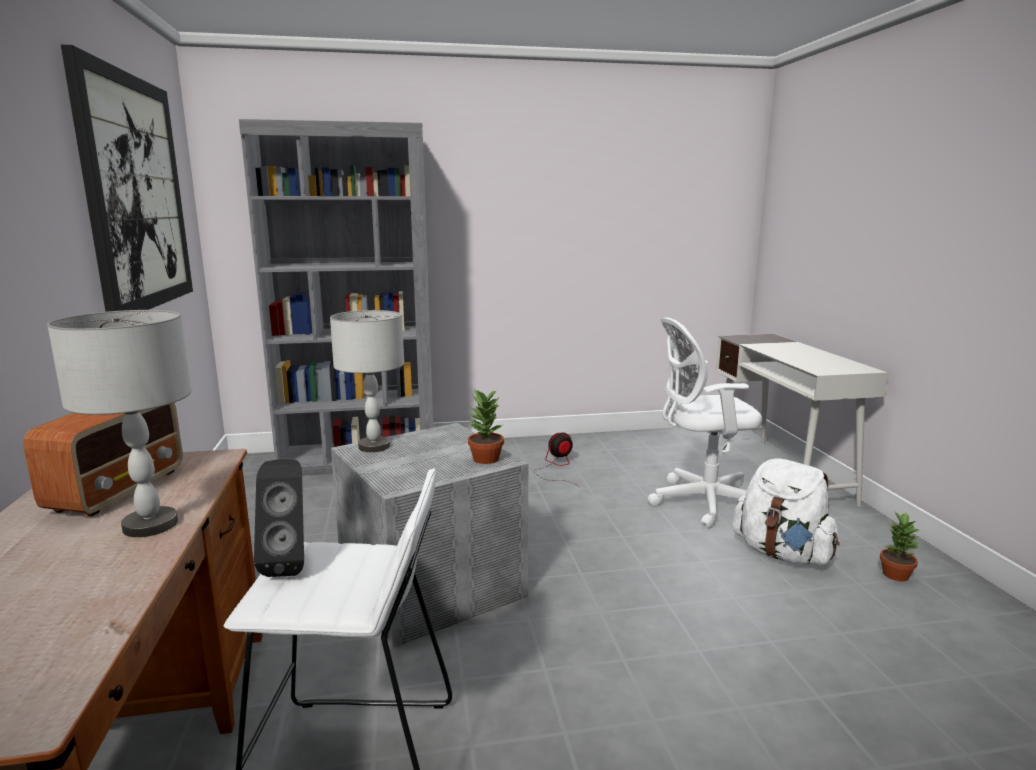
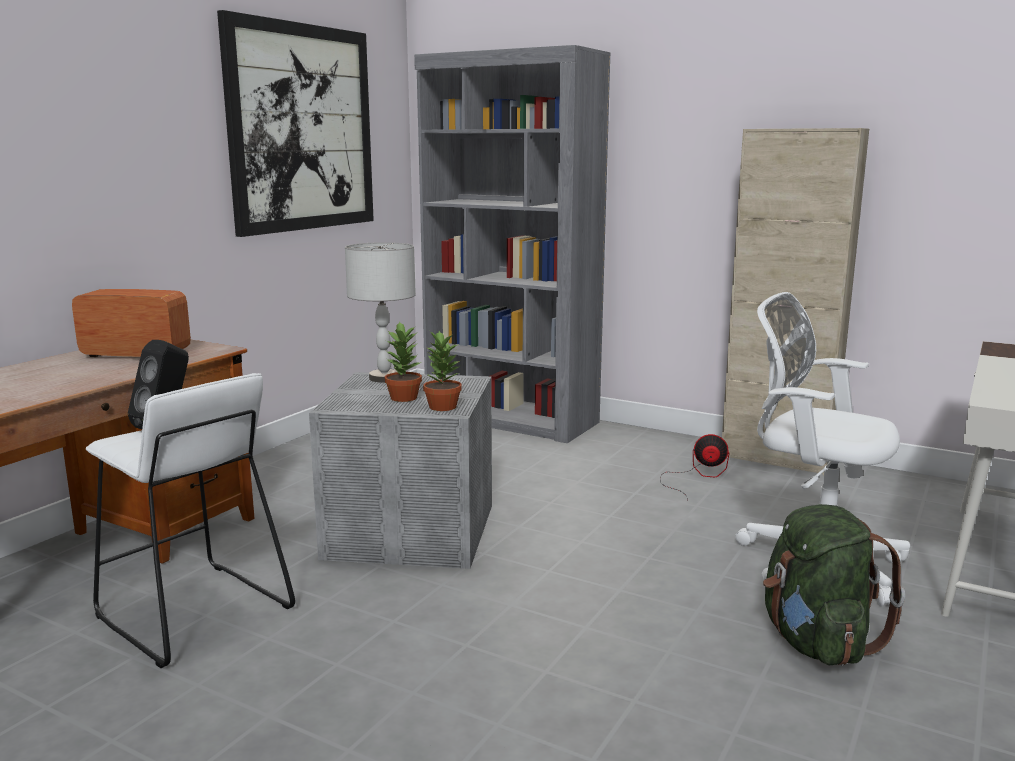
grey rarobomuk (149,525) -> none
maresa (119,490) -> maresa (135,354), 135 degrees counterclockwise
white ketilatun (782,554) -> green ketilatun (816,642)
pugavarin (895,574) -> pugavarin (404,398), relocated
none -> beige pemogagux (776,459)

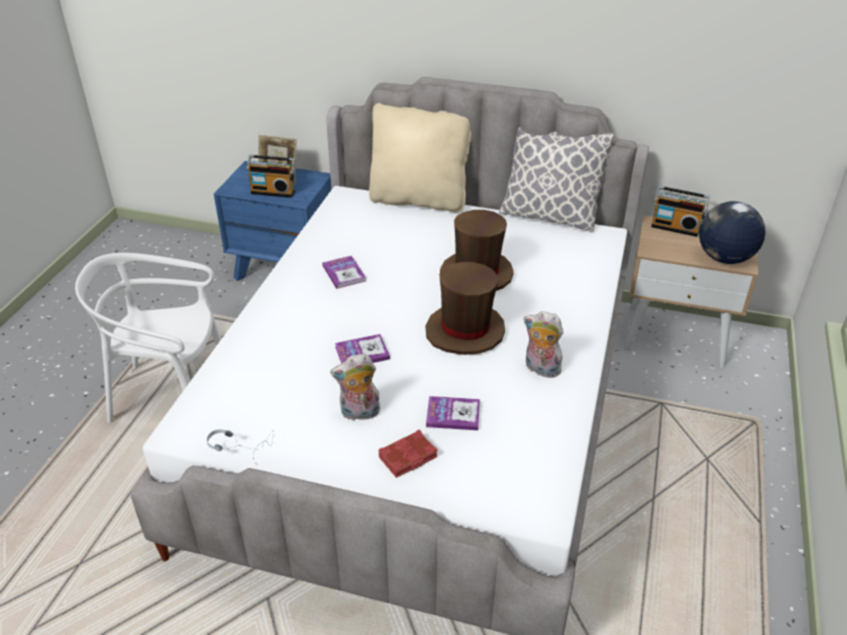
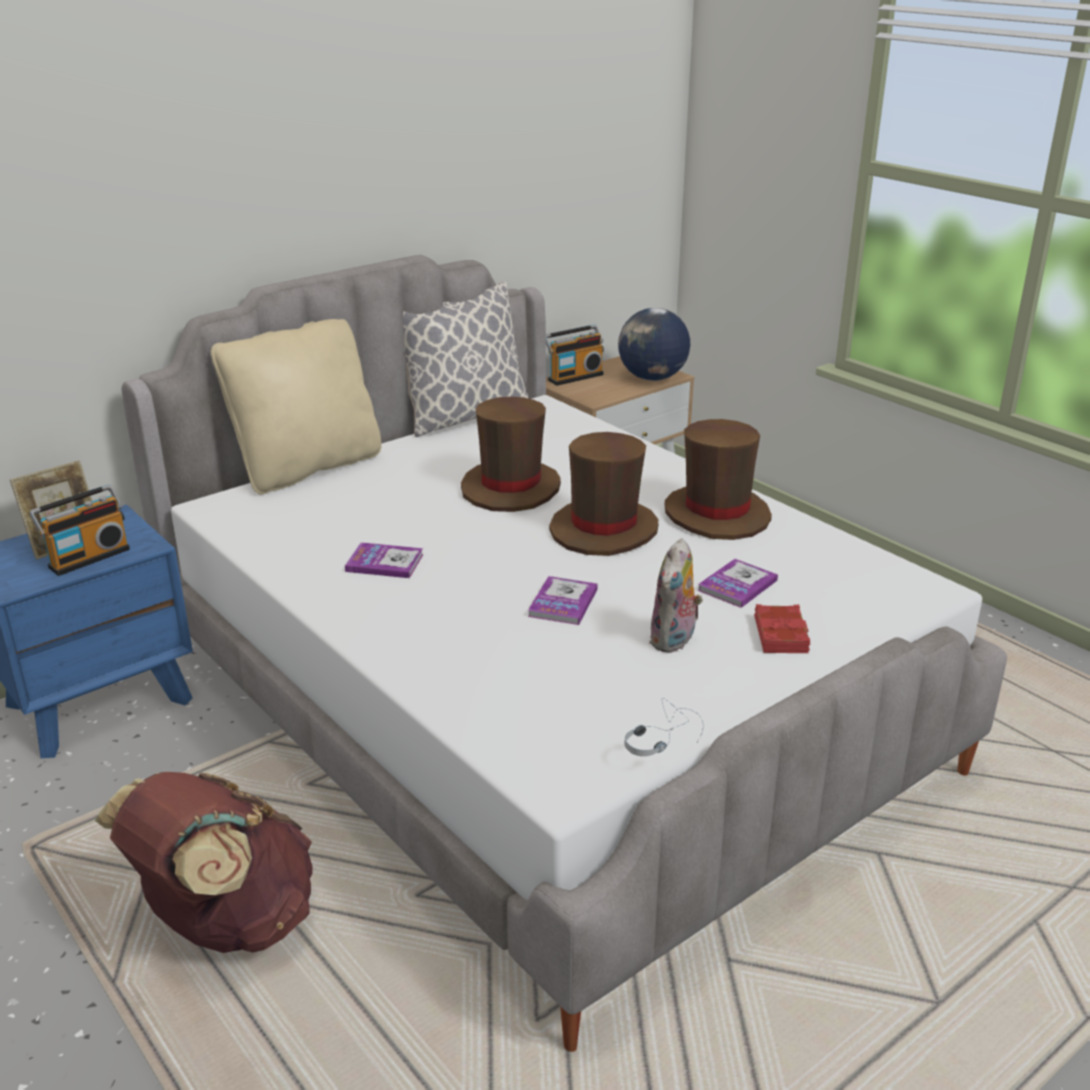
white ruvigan (172,395) -> brown ketilatun (226,923)
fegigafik (540,369) -> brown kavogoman (717,515)

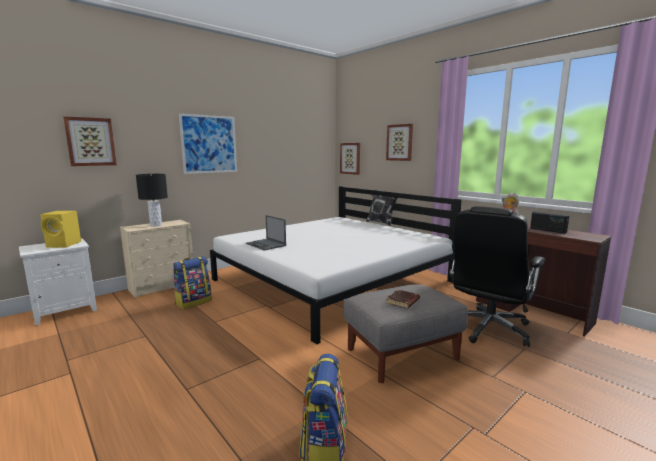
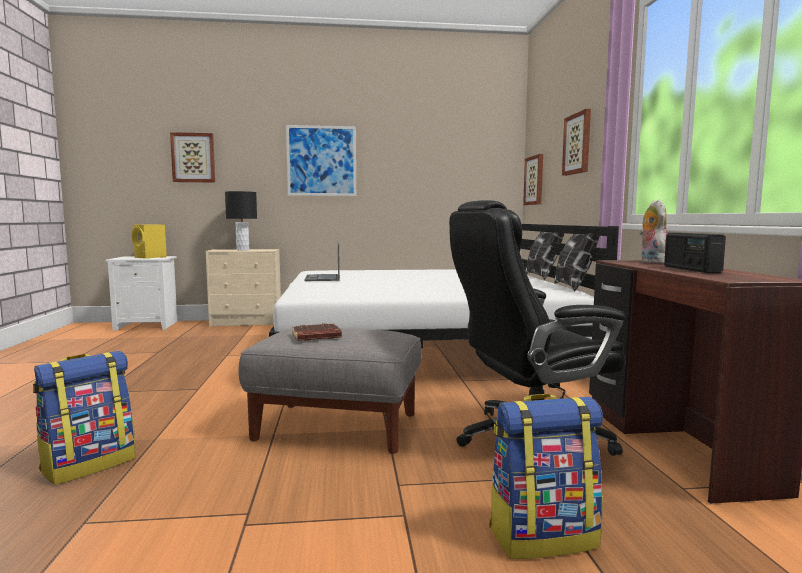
ketilatun (193,302) -> ketilatun (543,536), relocated
none -> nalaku (573,287)

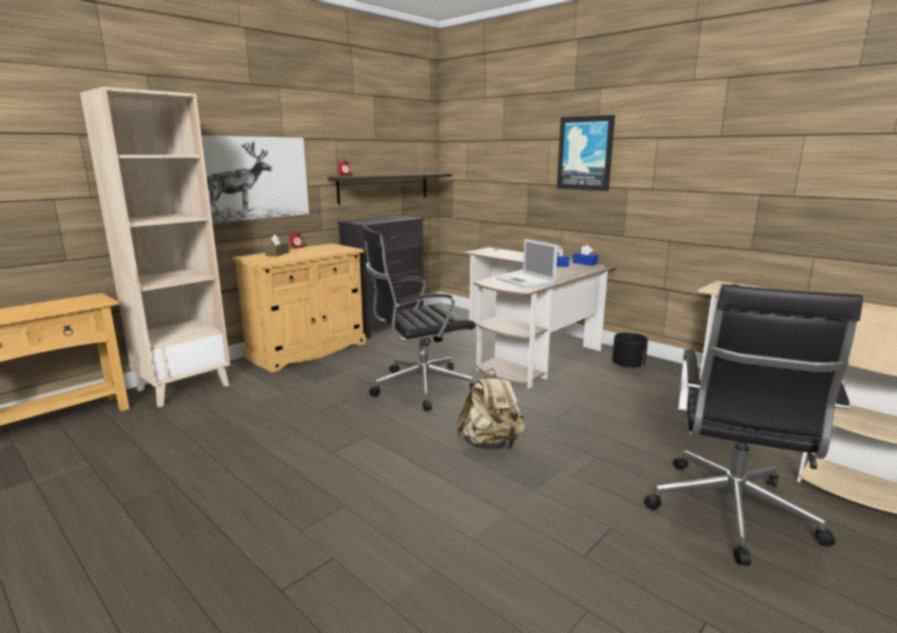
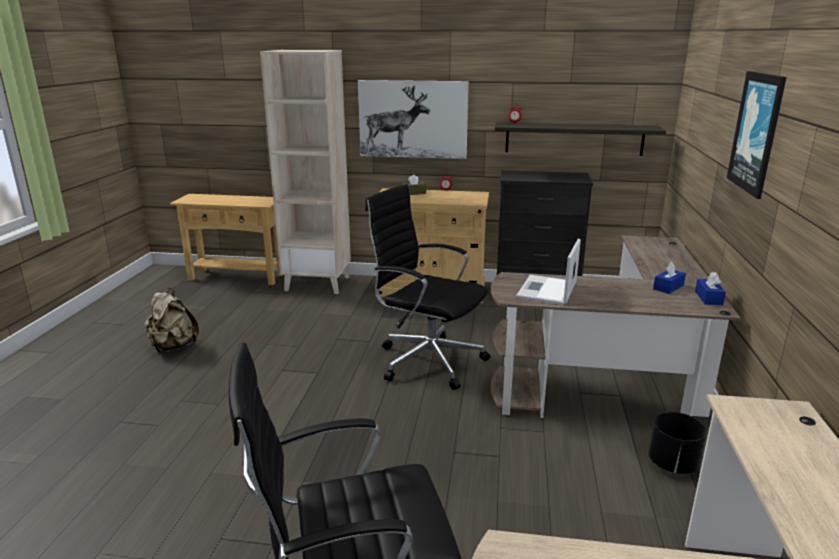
beige ketilatun (491,444) -> beige ketilatun (173,347), relocated

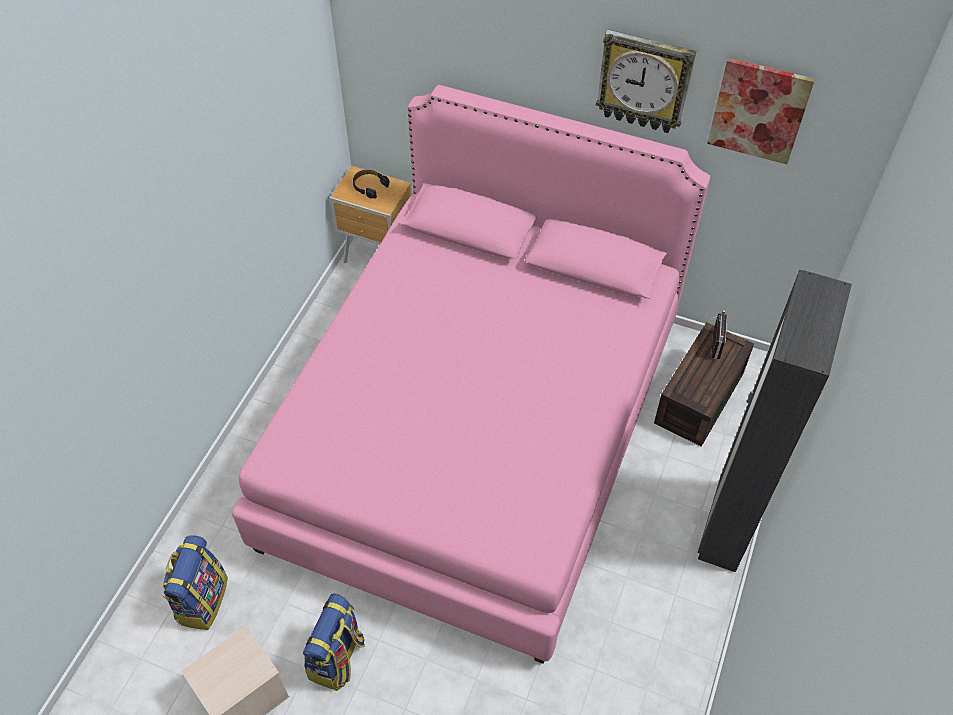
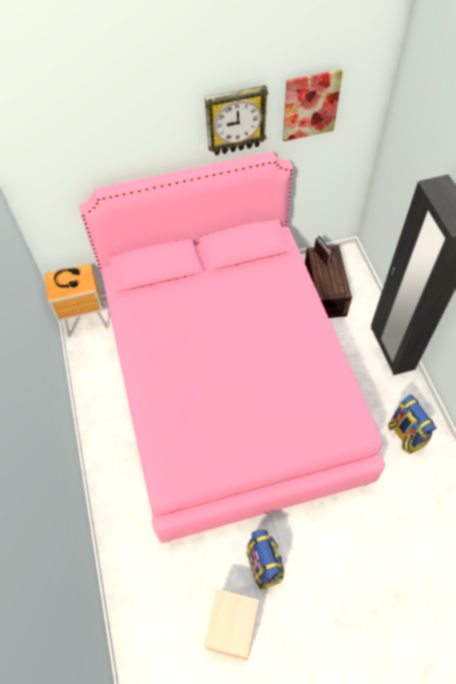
ketilatun (201,599) -> ketilatun (405,435), relocated

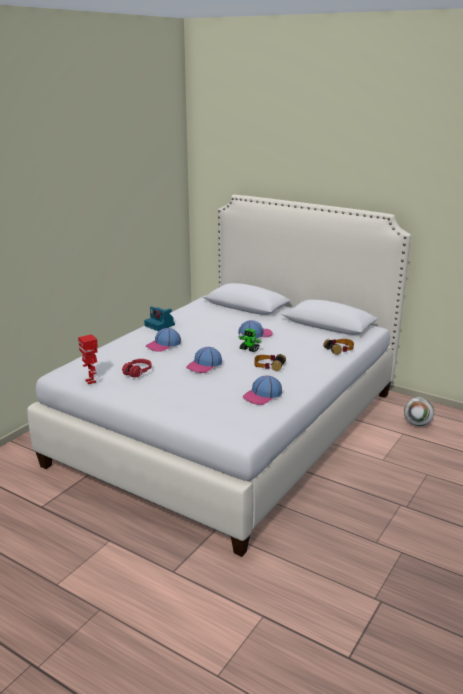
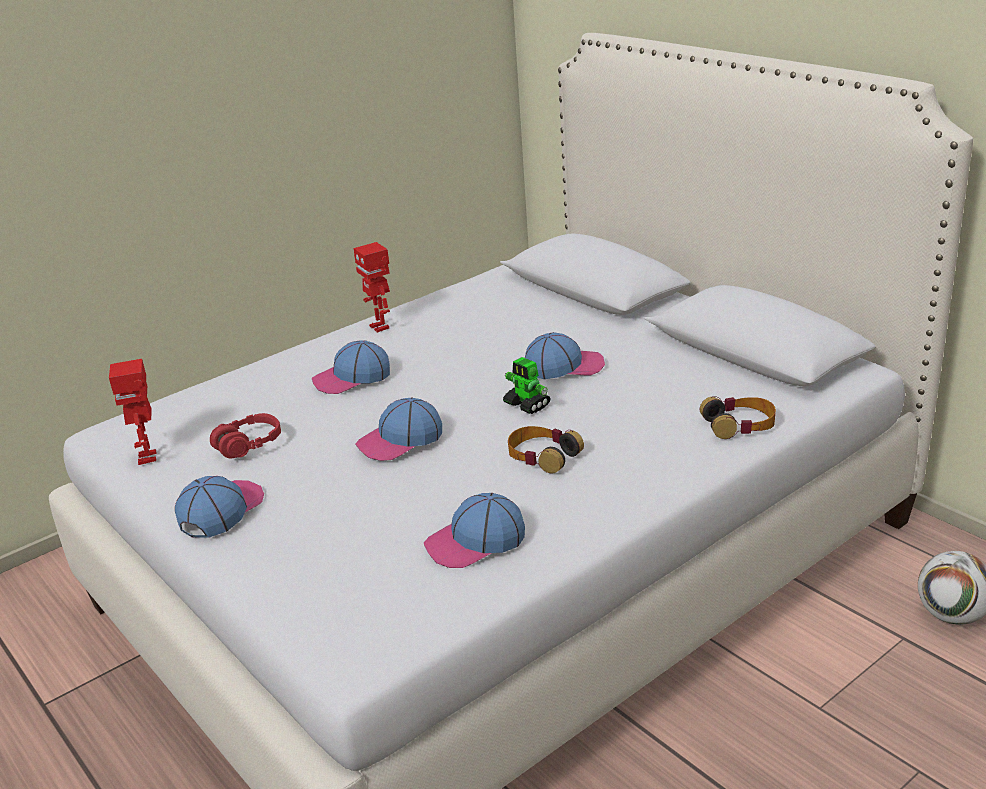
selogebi (160,325) -> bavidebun (380,327)
none -> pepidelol (221,510)

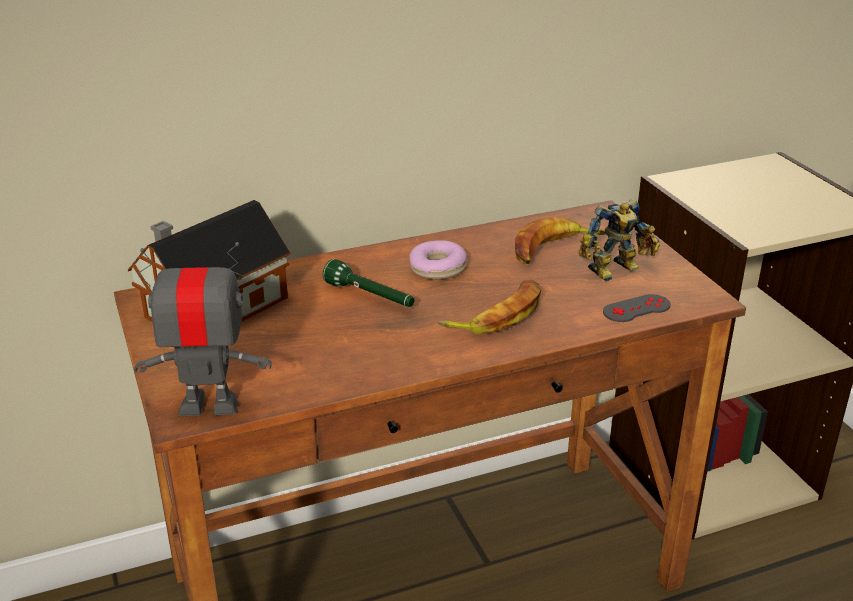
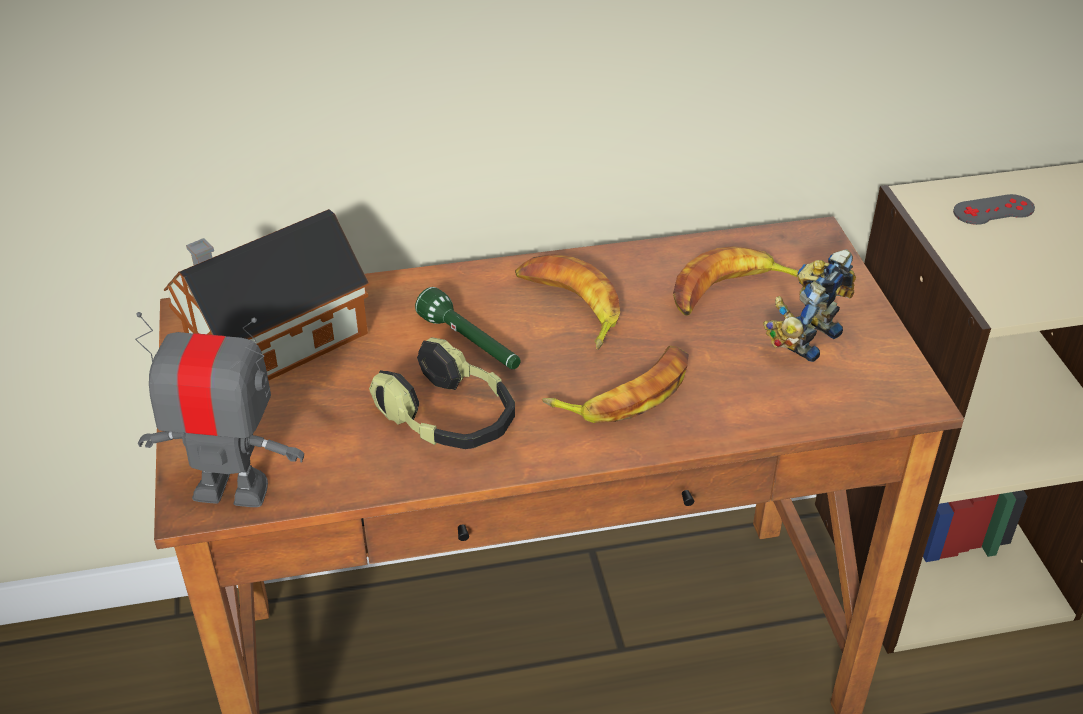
bavidebun (617,271) -> bavidebun (805,337), 150 degrees clockwise
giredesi (437,268) -> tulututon (568,307)
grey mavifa (636,309) -> grey mavifa (993,210), relocated
none -> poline (449,419)

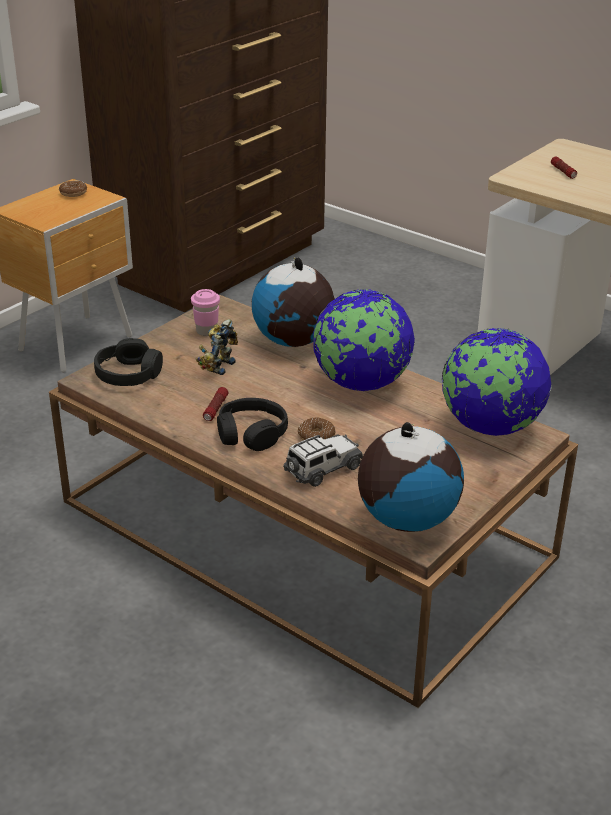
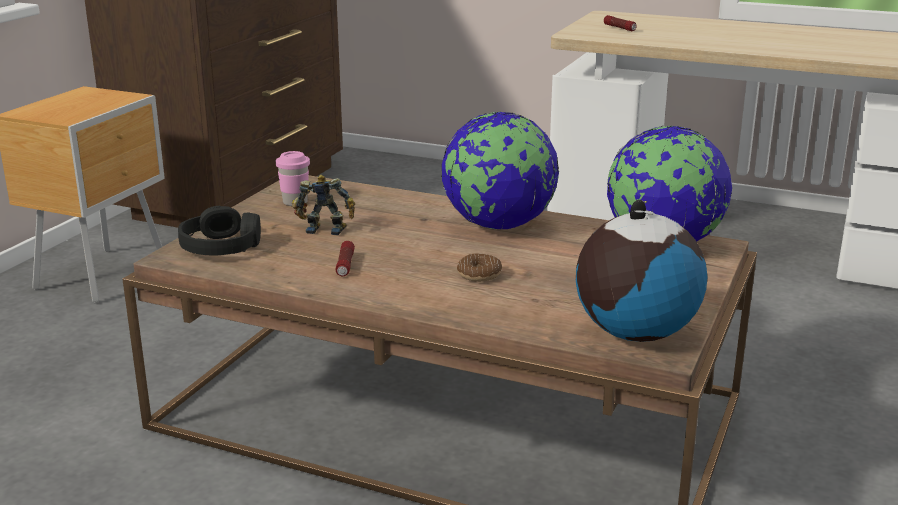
giredesi (73,193) -> none
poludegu (293,341) -> none
bavidebun (218,366) -> bavidebun (325,229), 90 degrees clockwise
black poline (251,433) -> none
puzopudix (322,469) -> none

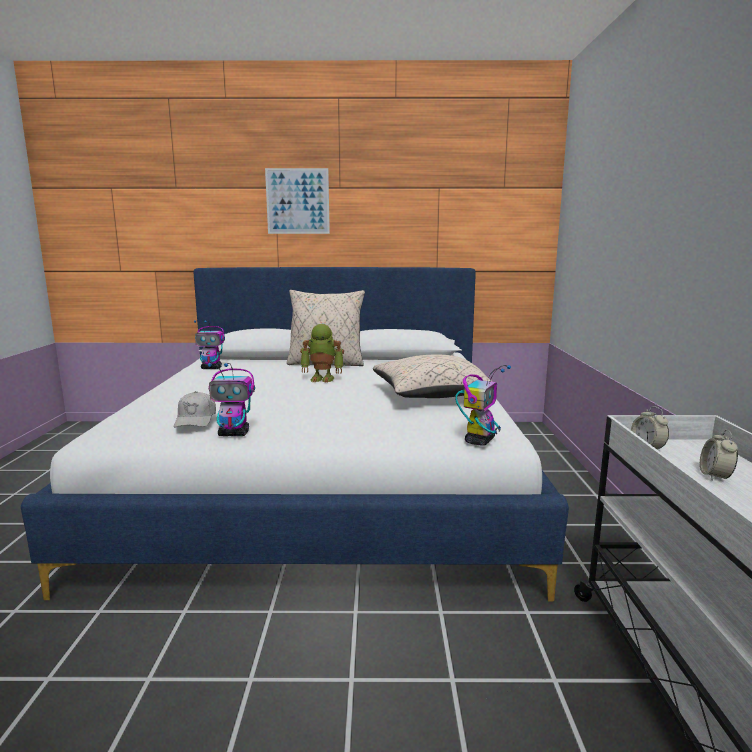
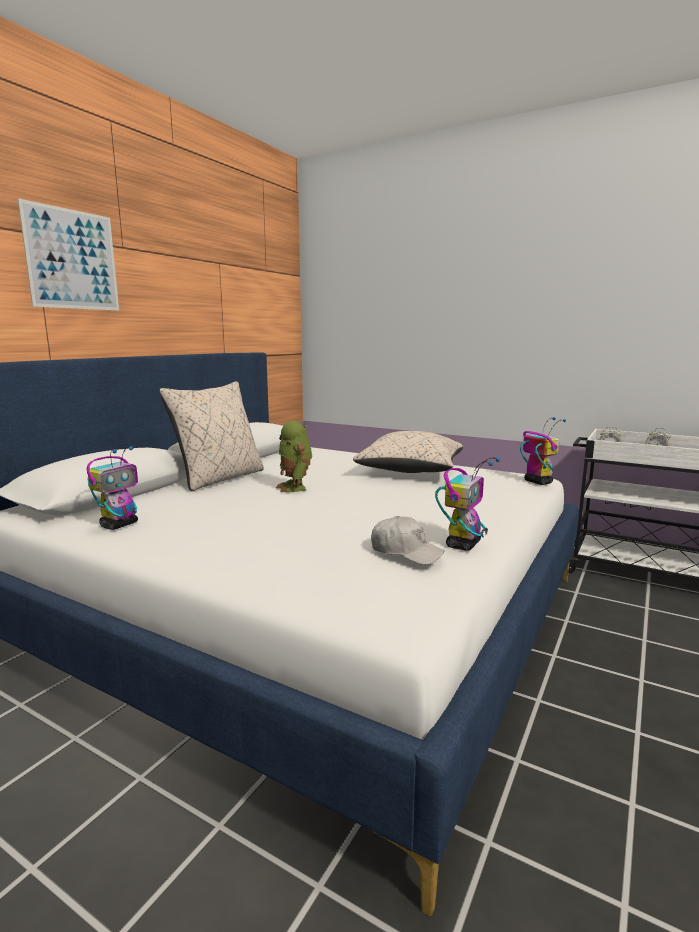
bavidebun (323,378) -> bavidebun (295,487), 120 degrees clockwise

